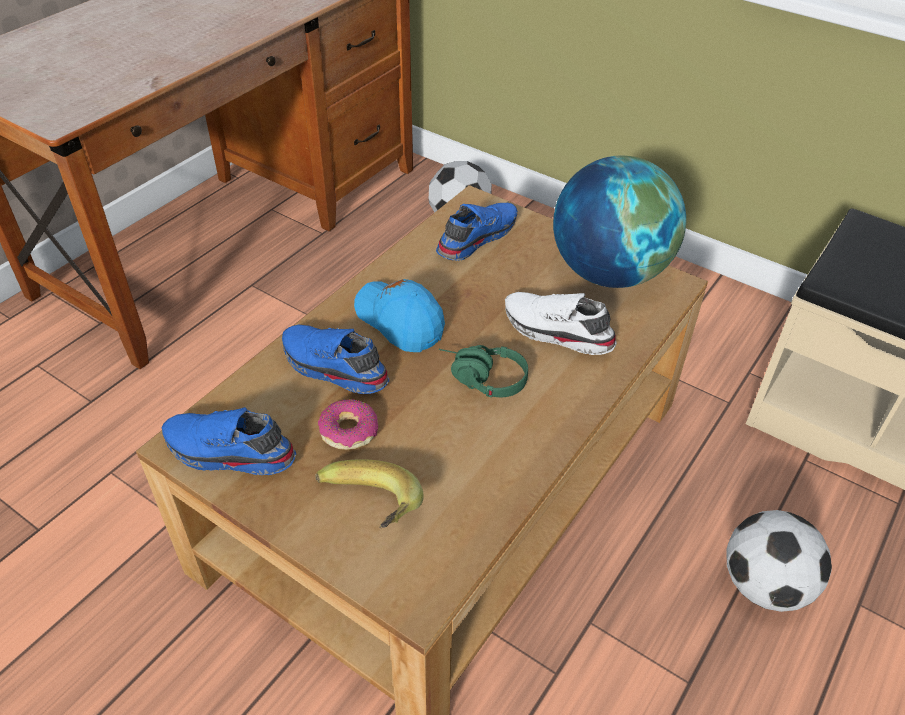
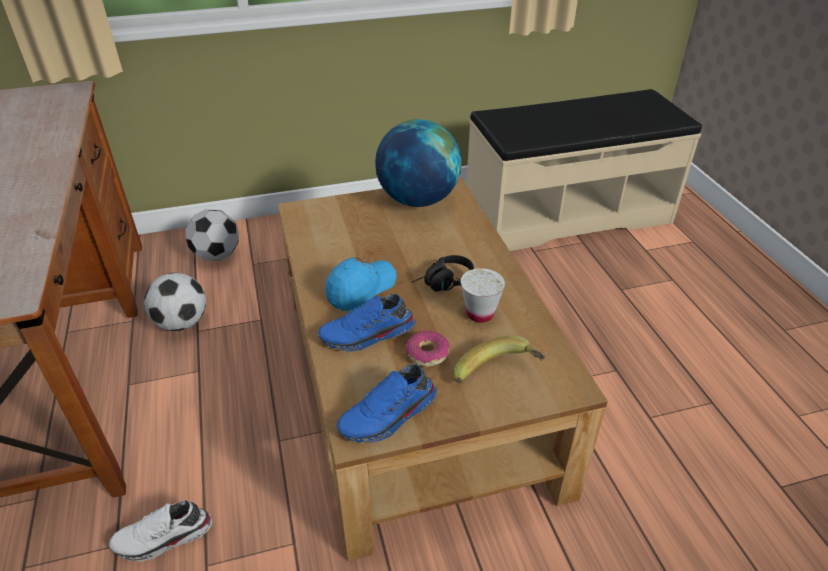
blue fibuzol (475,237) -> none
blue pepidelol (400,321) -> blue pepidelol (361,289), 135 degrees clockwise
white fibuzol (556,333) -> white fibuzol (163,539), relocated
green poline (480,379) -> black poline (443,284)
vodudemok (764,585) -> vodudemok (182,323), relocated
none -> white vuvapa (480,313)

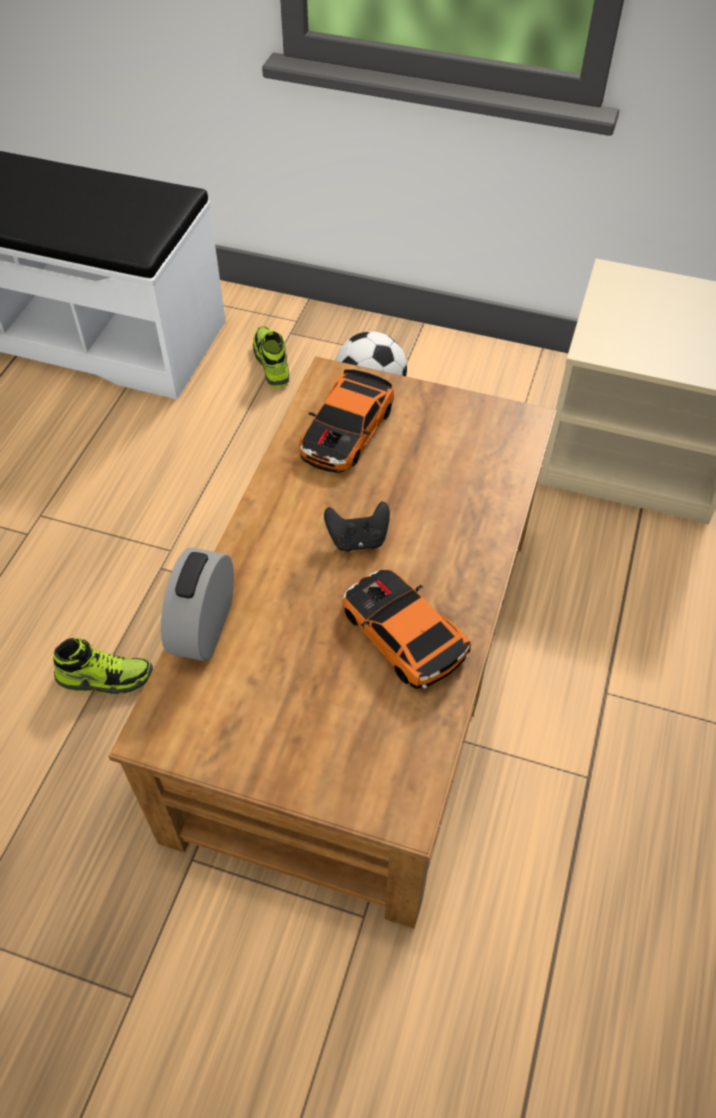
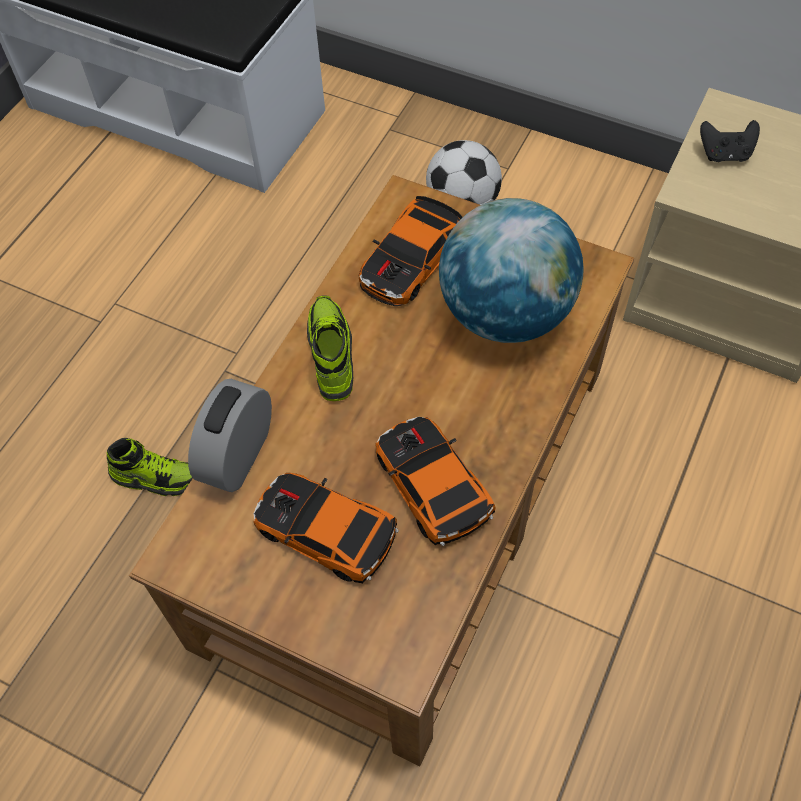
fibuzol (271,363) -> fibuzol (331,355), relocated
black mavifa (358,539) -> black mavifa (724,154), relocated
none -> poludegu (506,313)
none -> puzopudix (324,532)

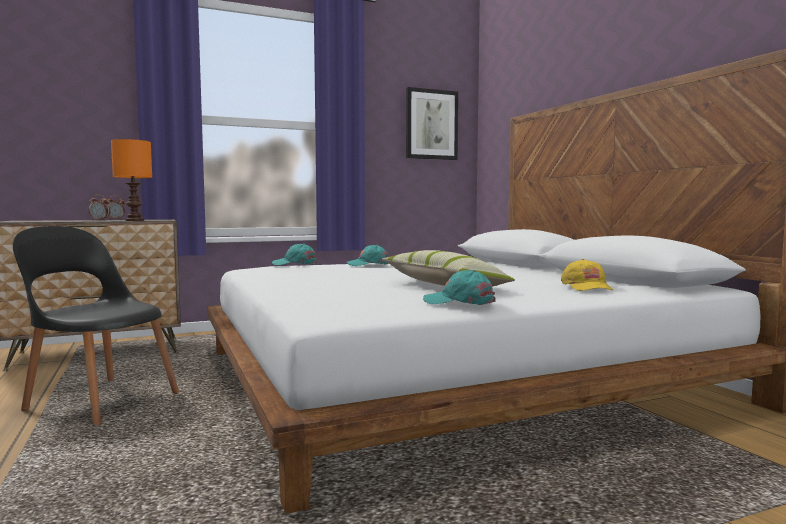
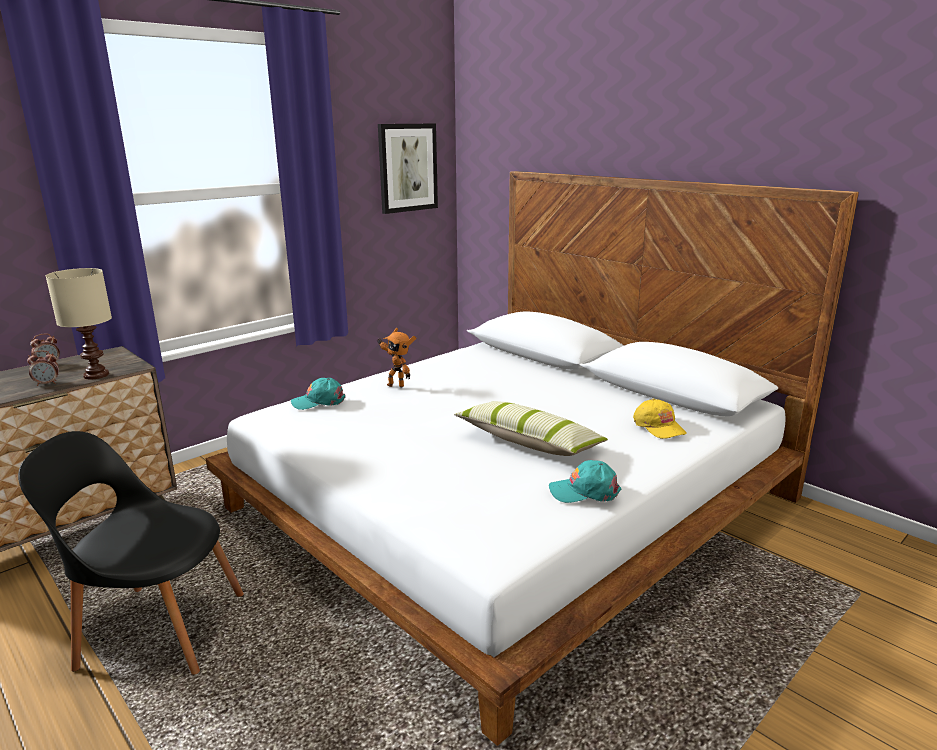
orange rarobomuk (134,220) -> beige rarobomuk (97,375)
turquoise pepidelol (368,264) -> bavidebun (396,385)

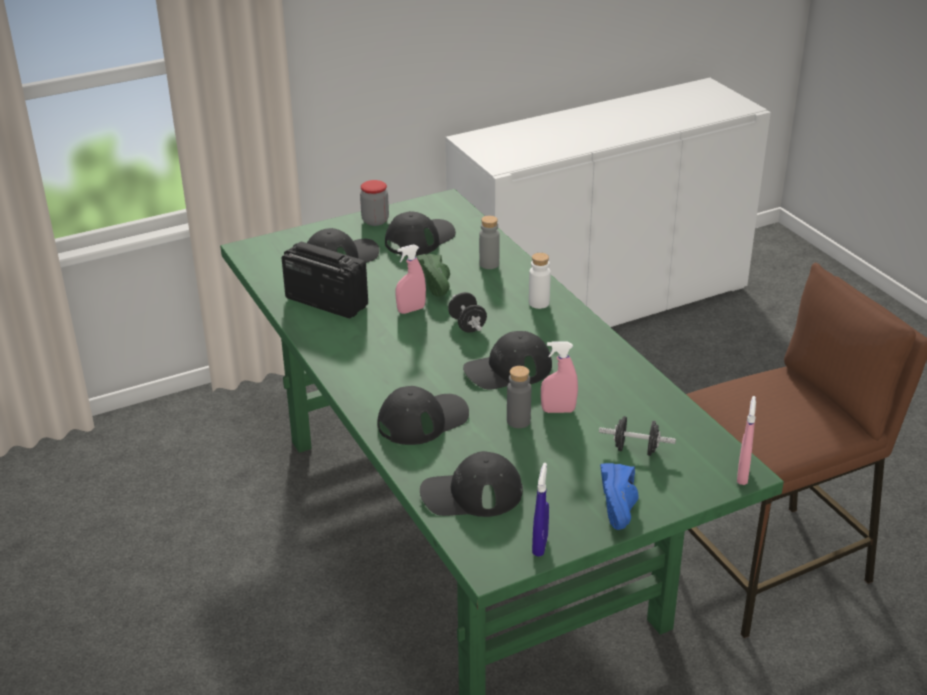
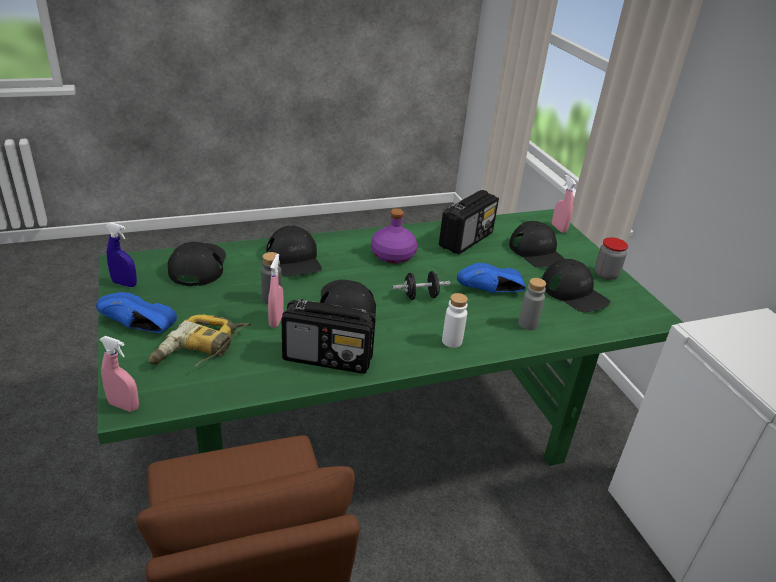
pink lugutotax (411,310) -> pink lugutotax (558,228), relocated
green fibuzol (438,284) -> blue fibuzol (491,292)
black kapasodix (635,449) -> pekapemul (200,350)
none -> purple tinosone (392,255)
none -> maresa (328,358)

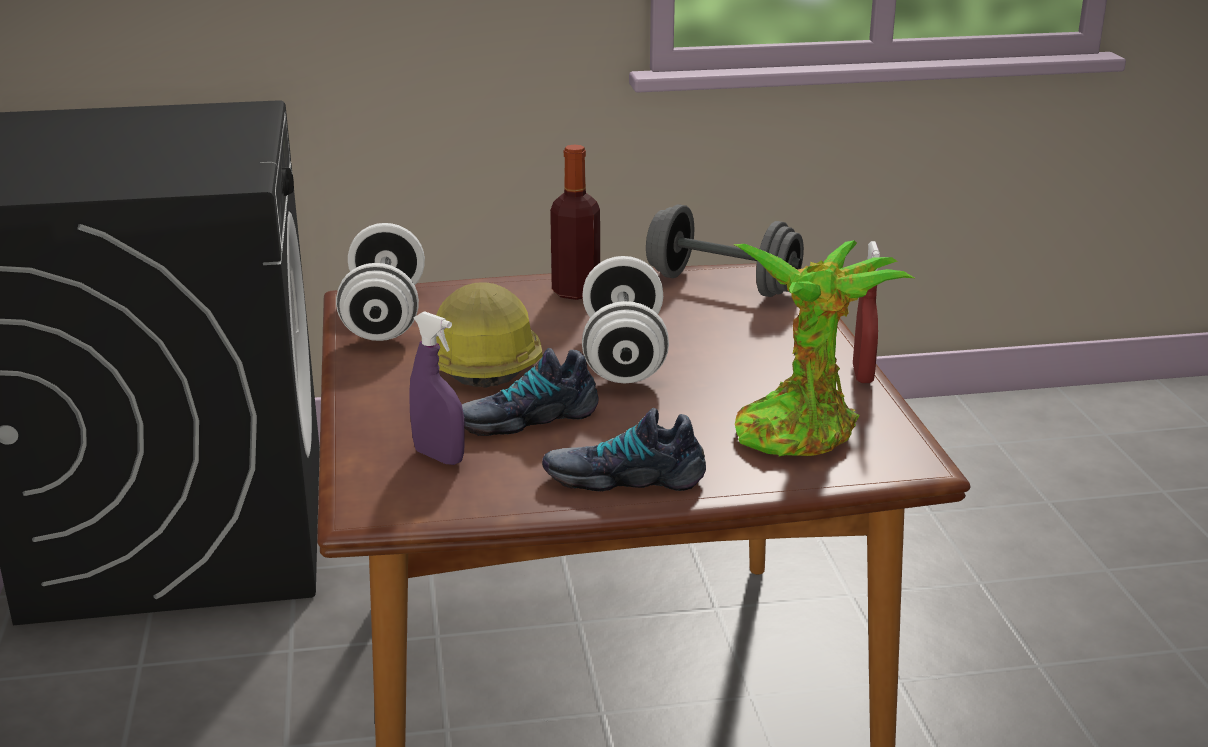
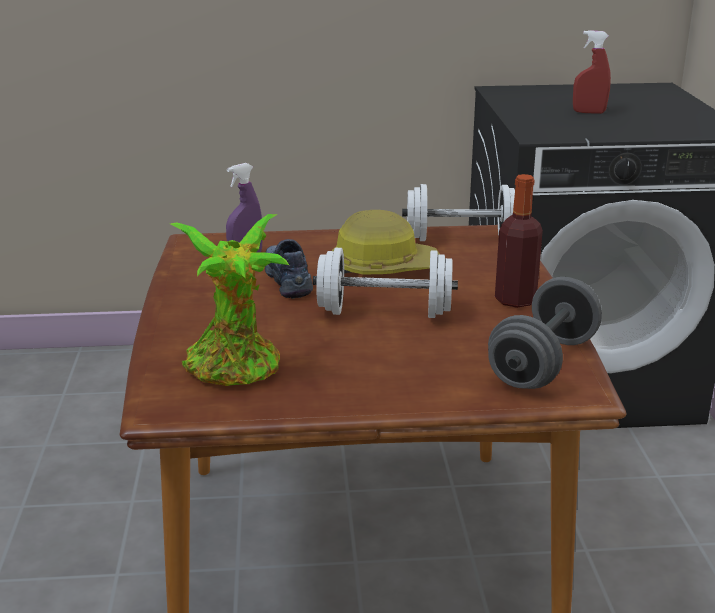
red lugutotax (862,374) -> red lugutotax (589,112), relocated
fibuzol (624,477) -> none

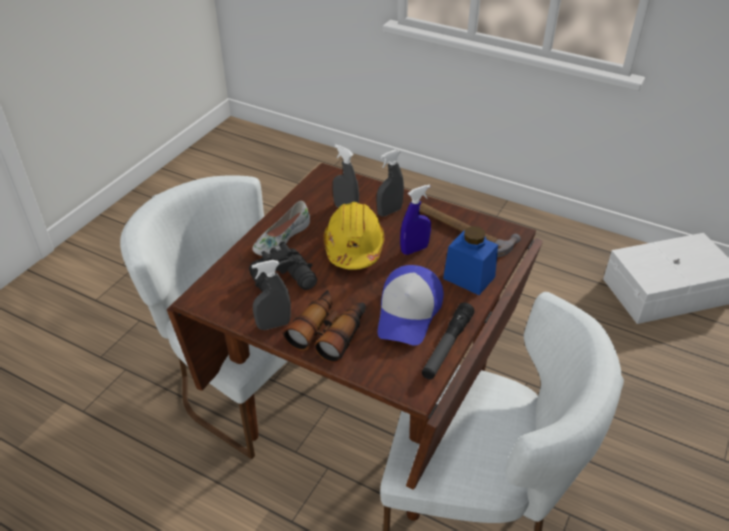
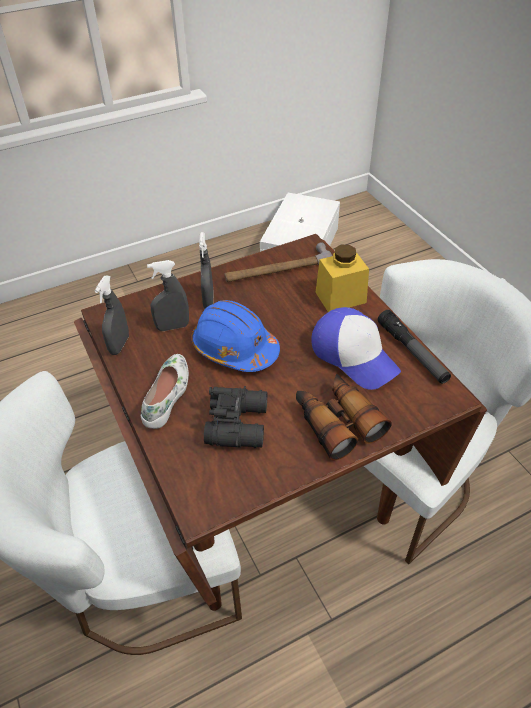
blue lugutotax (414,249) -> none
white fibuzol (281,238) -> white fibuzol (167,395), 150 degrees counterclockwise
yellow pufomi (354,247) -> blue pufomi (234,348)
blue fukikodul (469,277) -> yellow fukikodul (340,297)
grey lugutotax (273,325) -> grey lugutotax (119,345), relocated

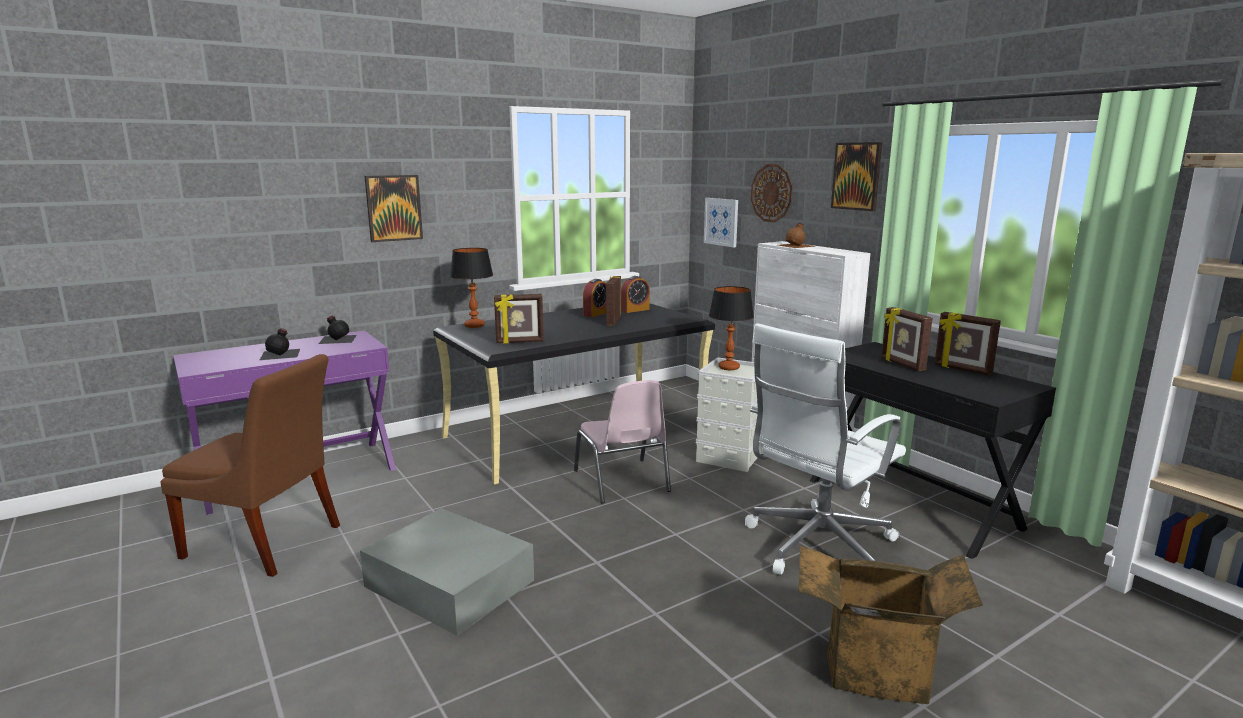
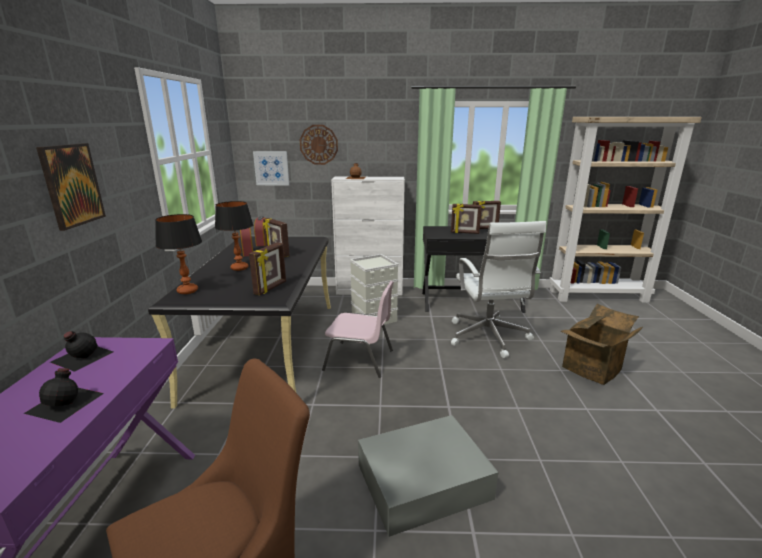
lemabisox (856,176) -> none
rarobomuk (728,368) -> rarobomuk (239,268), relocated

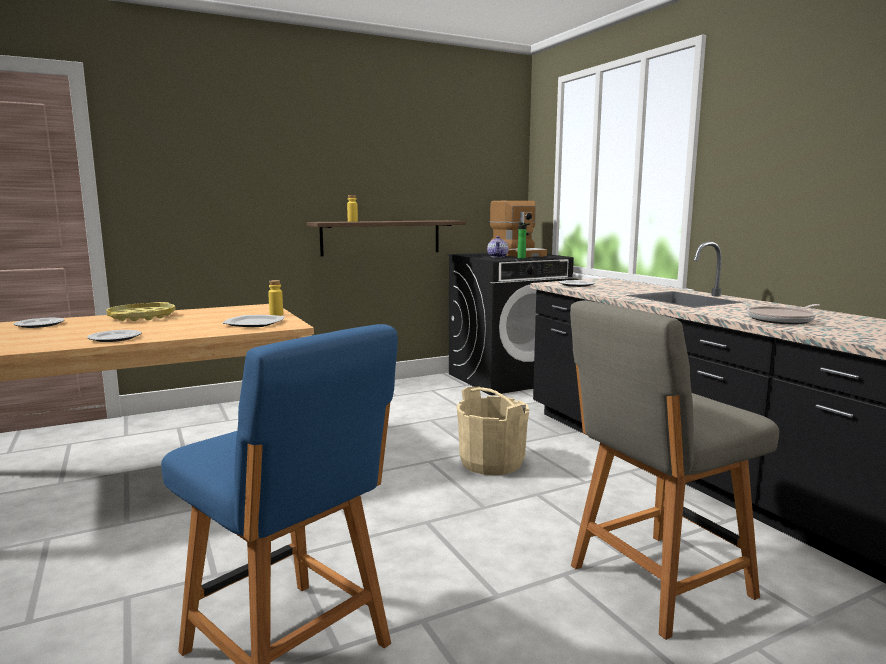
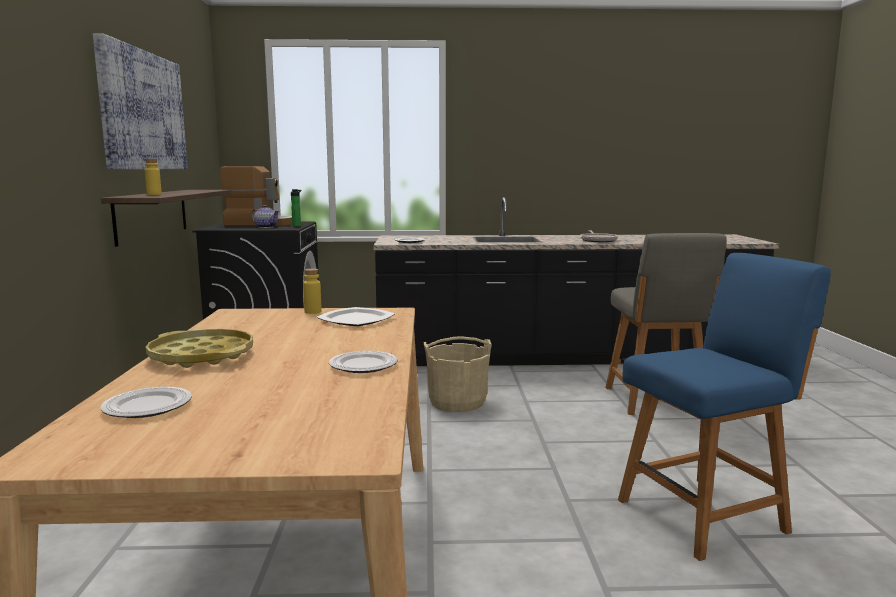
none -> lemabisox (141,111)

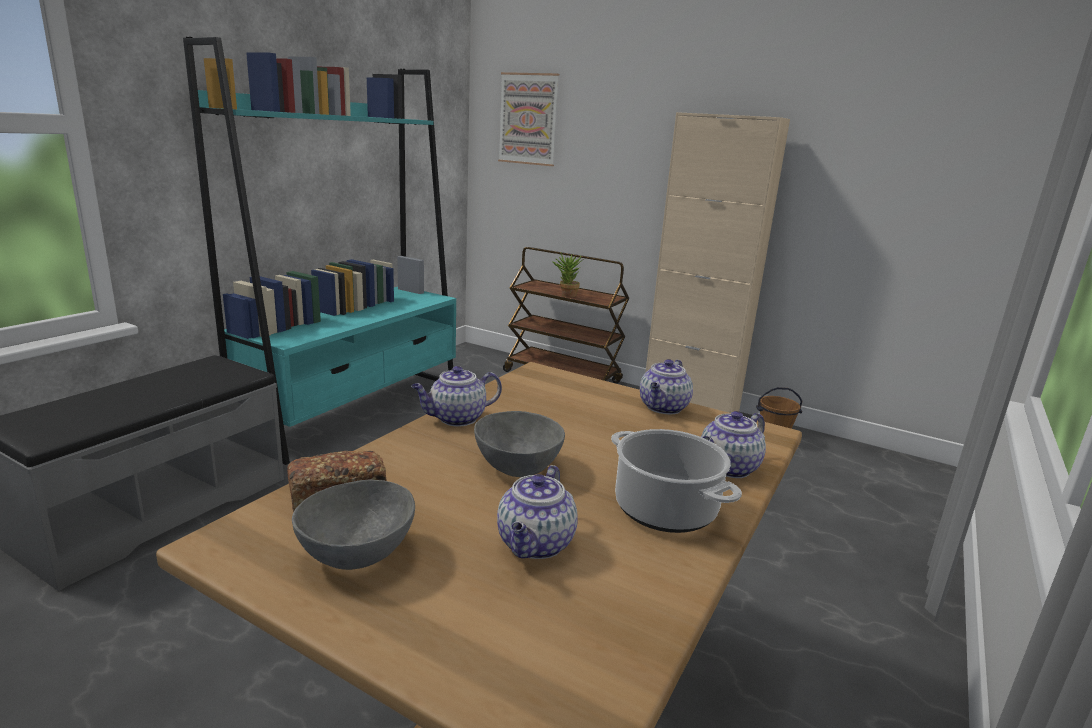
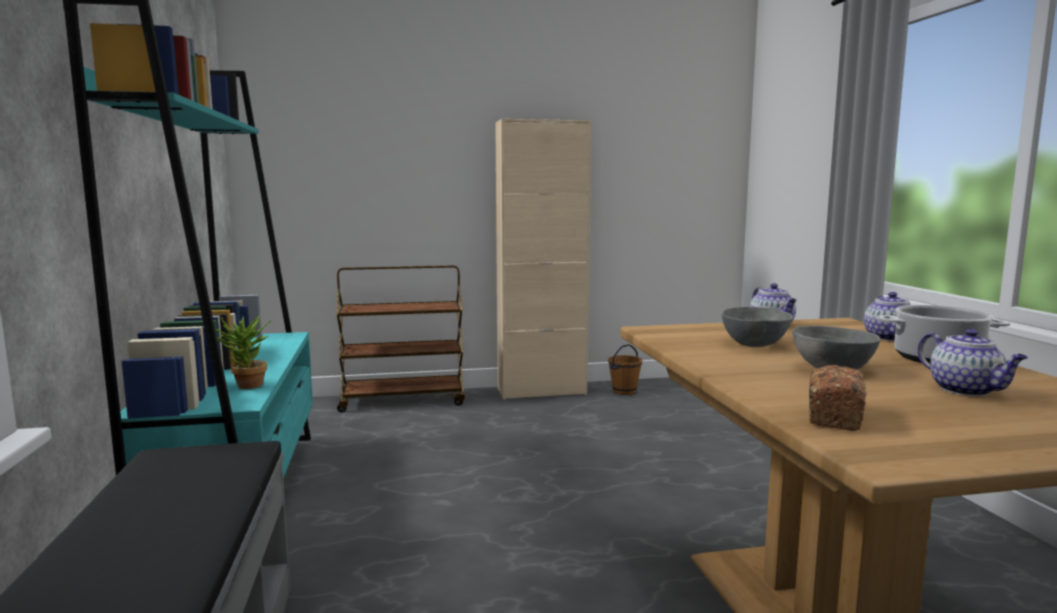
lemabisox (528,119) -> none
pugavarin (566,295) -> pugavarin (246,387), relocated
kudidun (456,419) -> none
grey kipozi (360,554) -> grey kipozi (755,344), relocated

